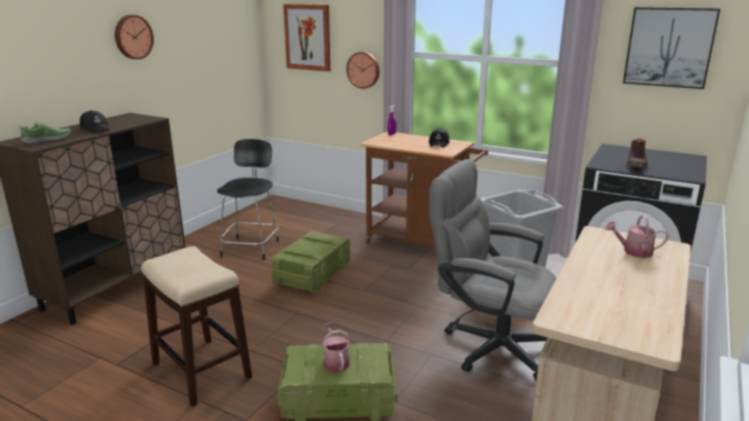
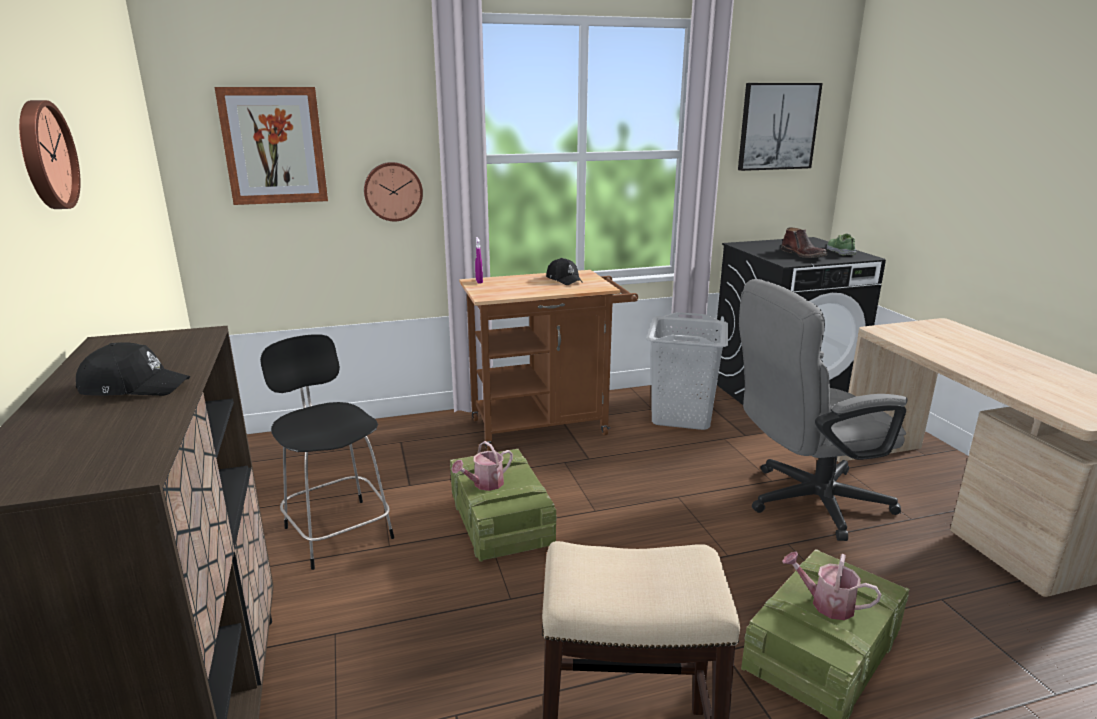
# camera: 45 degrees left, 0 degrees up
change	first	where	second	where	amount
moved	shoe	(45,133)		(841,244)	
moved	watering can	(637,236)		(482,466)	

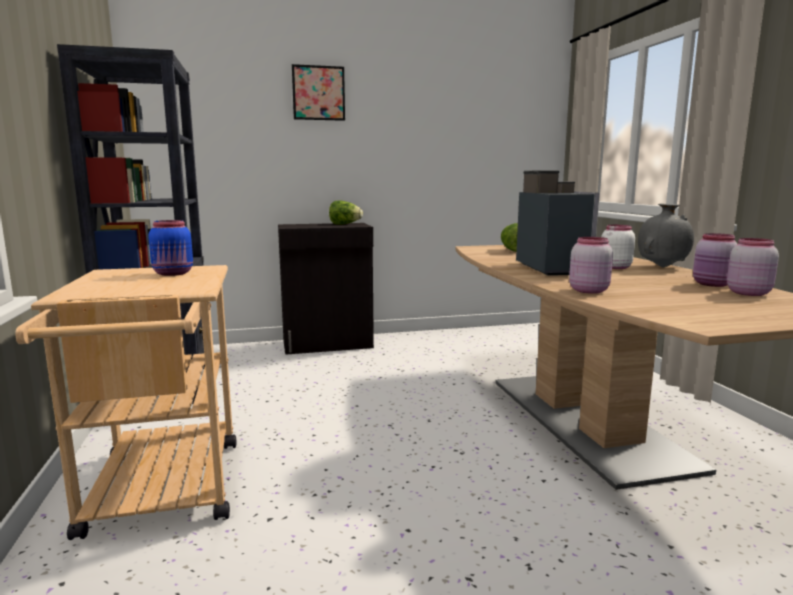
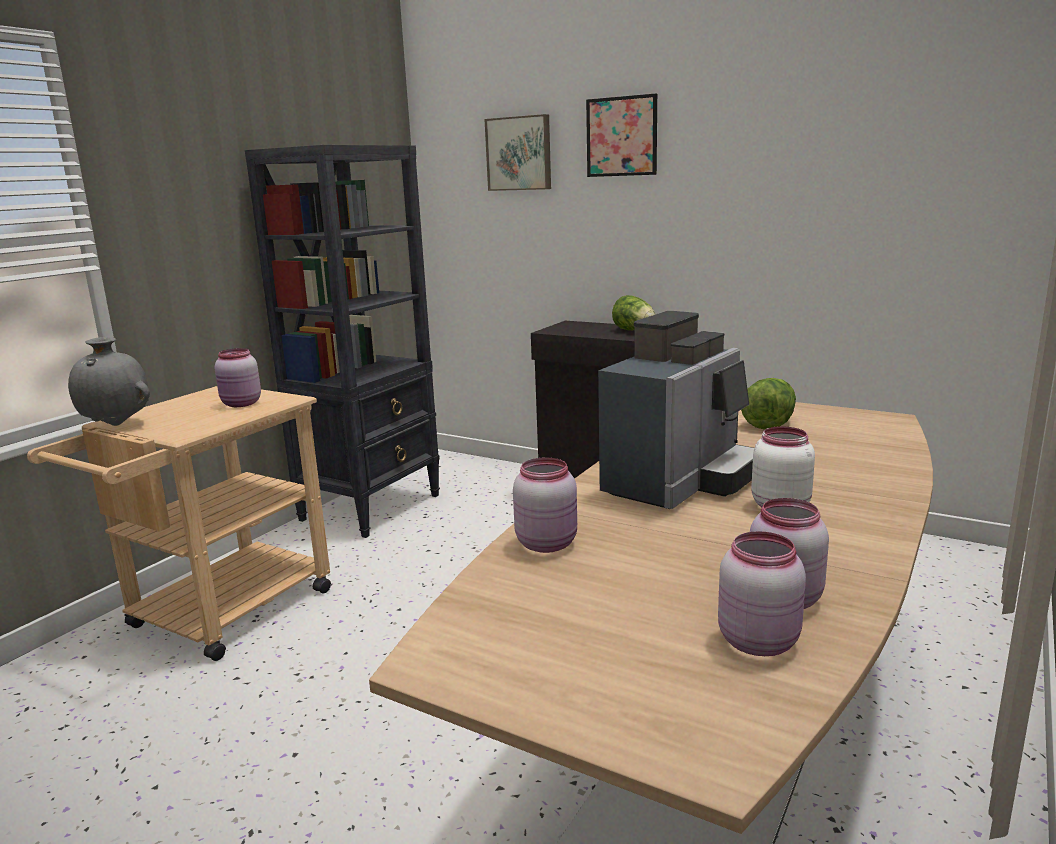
# camera: 45 degrees right, 5 degrees up
change	first	where	second	where	amount
recoloured	jar (blue)	(170,248)	jar (pink)	(238,377)	
moved	vase (grey)	(666,235)		(109,381)	
added			picture	(517,152)	

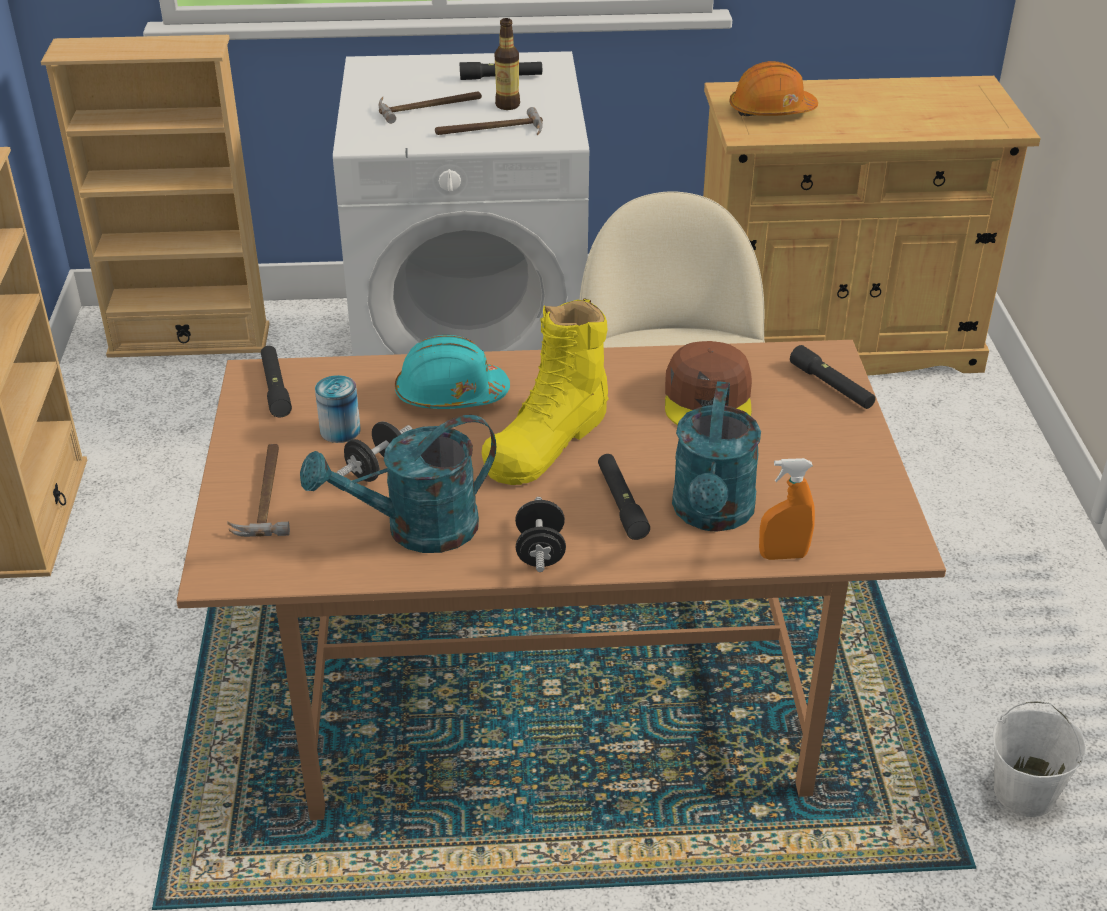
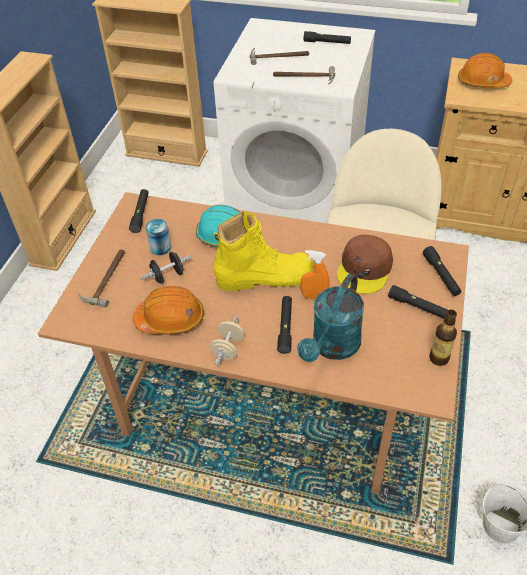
# camera: 20 degrees right, 10 degrees up
change	first	where	second	where	amount
replaced	watering can (turquoise)	(398,484)	hard hat (orange)	(168,310)	
turned	boot (yellow)	(545,391)		(263,251)	150 degrees counterclockwise
moved	bottle	(507,64)		(443,338)	
recoloured	dumbbell (black)	(540,534)	dumbbell (beige)	(227,341)	
moved	spray bottle (orange)	(787,509)		(315,275)	
added			flashlight (black)	(418,302)	

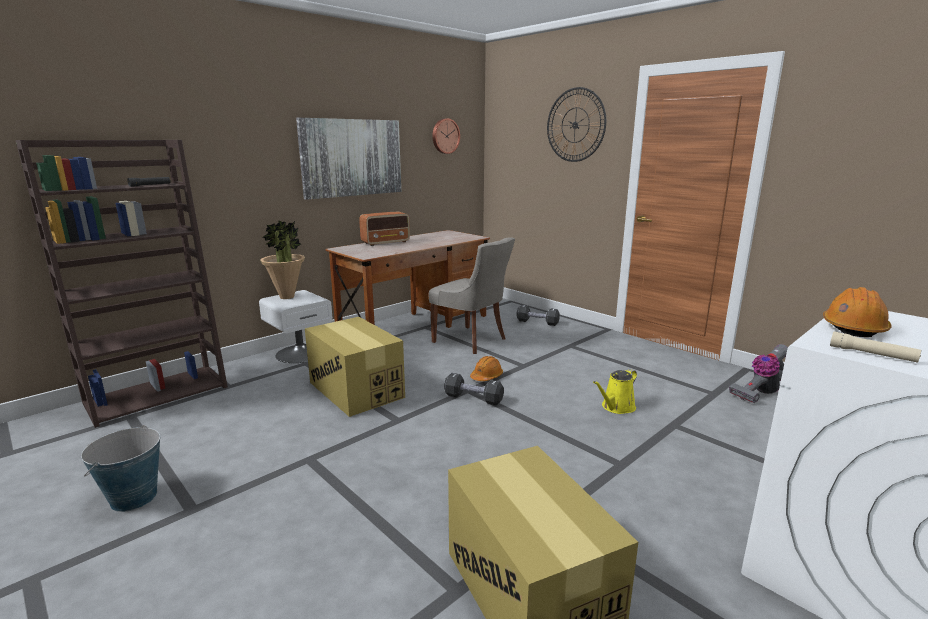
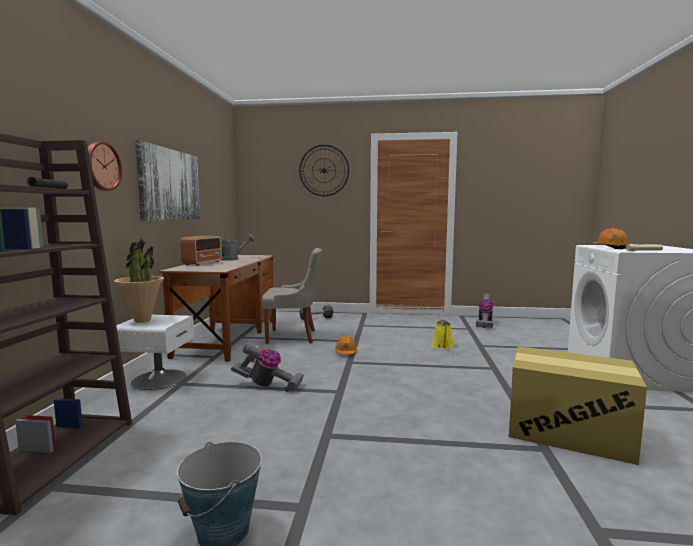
# camera: 40 degrees left, 10 degrees down
change	first	where	second	where	amount
replaced	cardboard box	(355,367)	vacuum cleaner	(267,367)	
moved	wall clock	(446,136)		(105,166)	
removed	dumbbell (black)	(474,389)			
added			watering can (grey)	(236,247)	

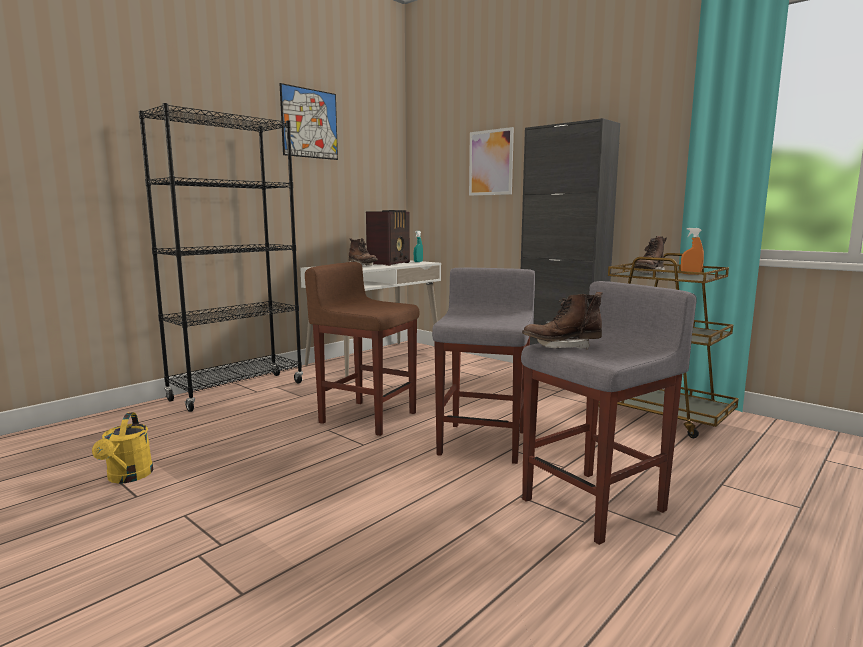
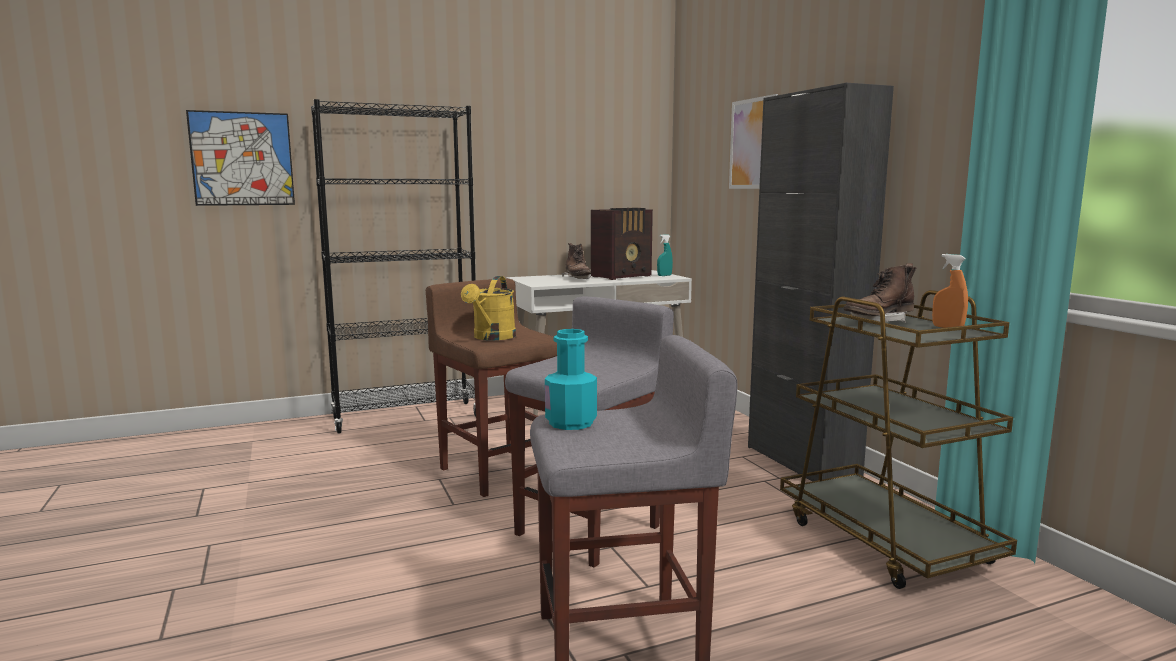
# camera: 25 degrees right, 0 degrees up
change	first	where	second	where	amount
moved	watering can (yellow)	(123,448)		(488,308)	
moved	picture	(309,121)		(240,158)	
replaced	boot (brown)	(562,320)	bottle (turquoise)	(571,379)	

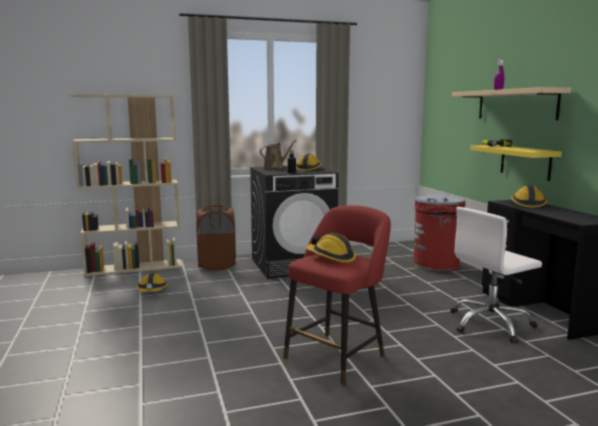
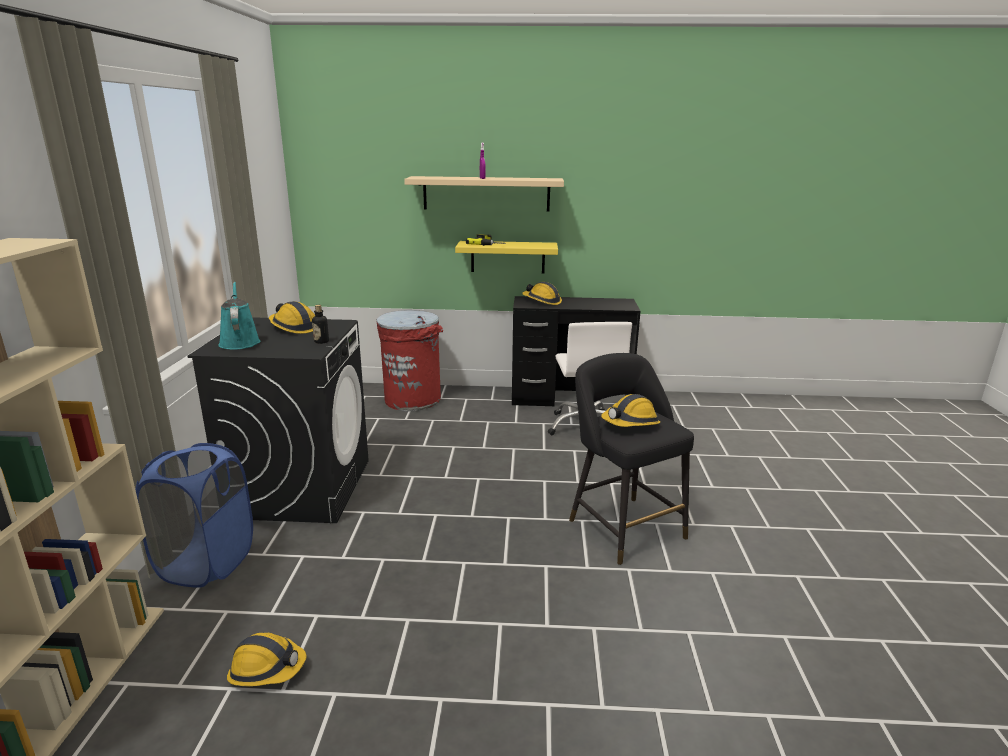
# camera: 70 degrees left, 10 degrees up
change	first	where	second	where	amount
recoloured	laundry basket (brown)	(216,238)	laundry basket (blue)	(194,515)	
recoloured	watering can (brown)	(278,154)	watering can (turquoise)	(239,316)	
recoloured	stool (red)	(337,294)	stool (black)	(631,459)	

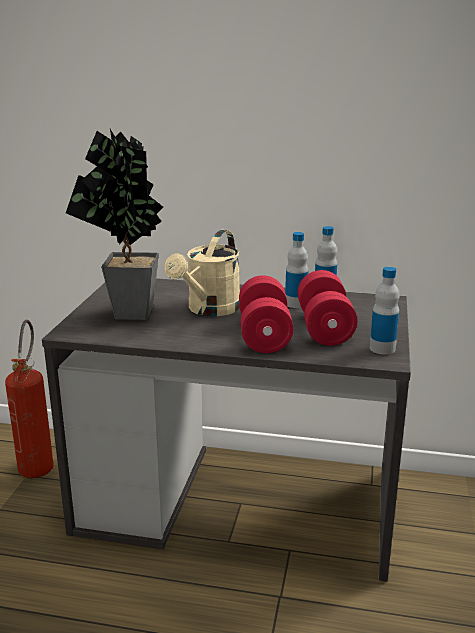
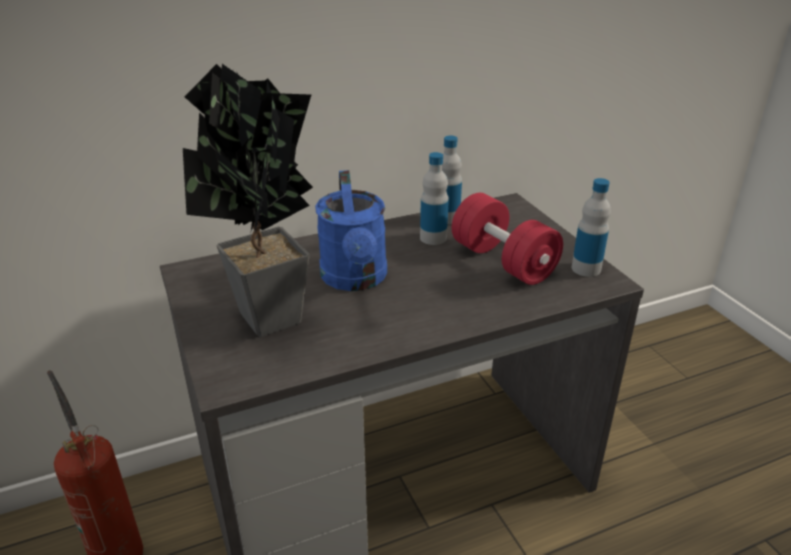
# camera: 35 degrees left, 10 degrees up
change	first	where	second	where	amount
recoloured	watering can (beige)	(202,273)	watering can (blue)	(351,230)	
removed	dumbbell (red)	(266,314)			

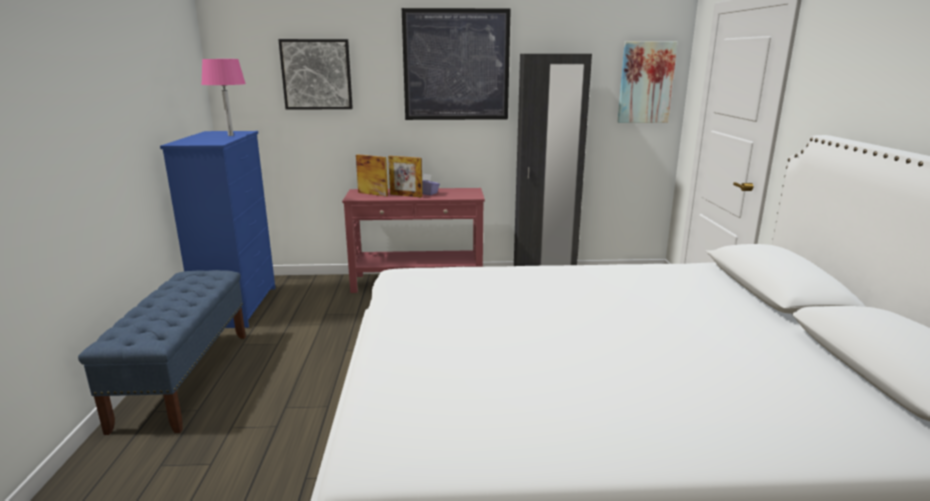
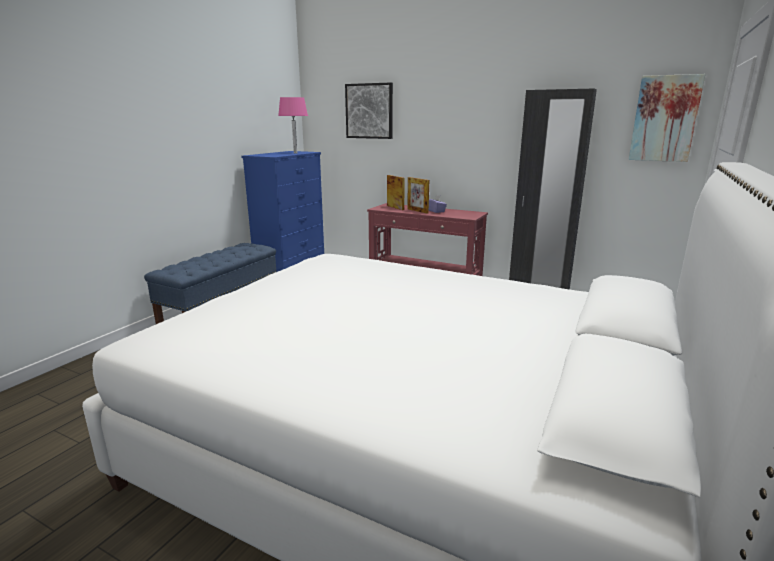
# camera: 30 degrees right, 0 degrees up
change	first	where	second	where	amount
removed	picture	(456,64)			

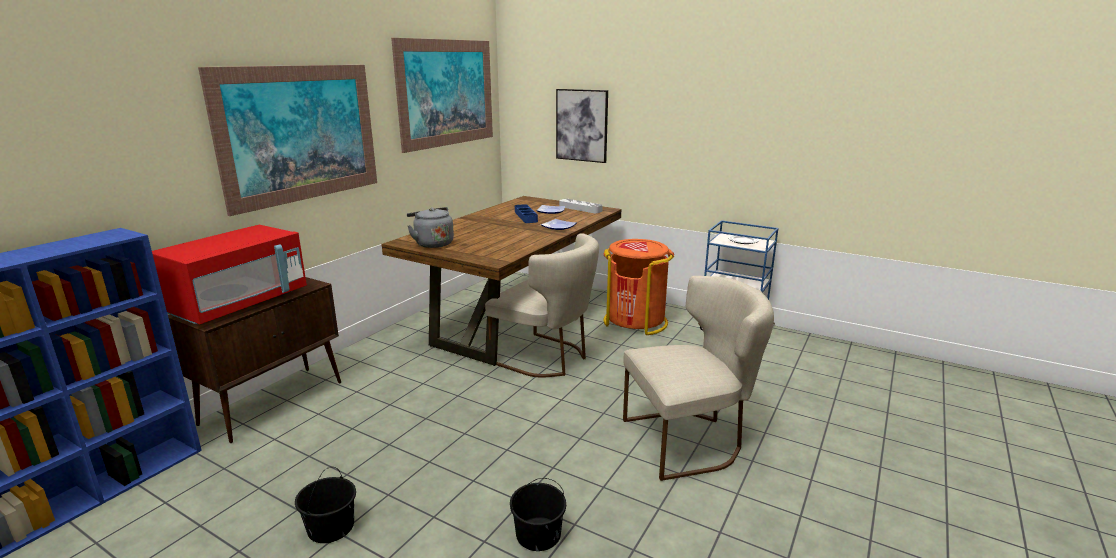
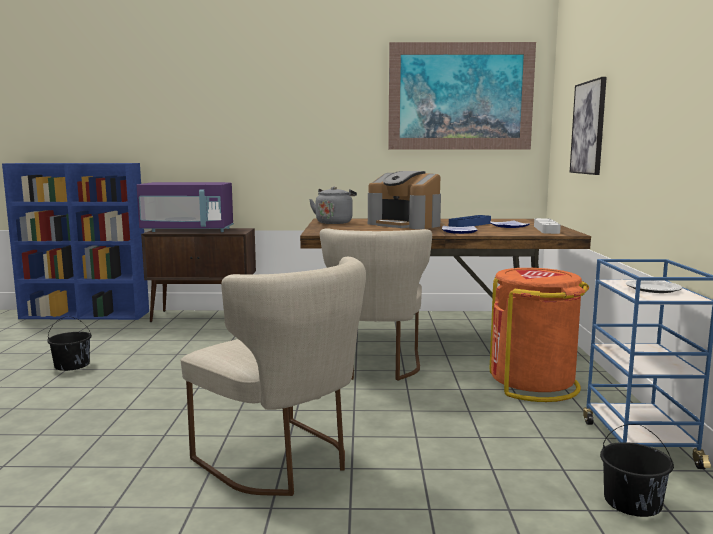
# camera: 60 degrees right, 10 degrees down
change	first	where	second	where	amount
recoloured	microwave (red)	(229,274)	microwave (purple)	(185,207)	
removed	picture	(287,140)			
moved	bucket (black)	(538,514)		(637,470)	
added			coffee machine	(404,200)	

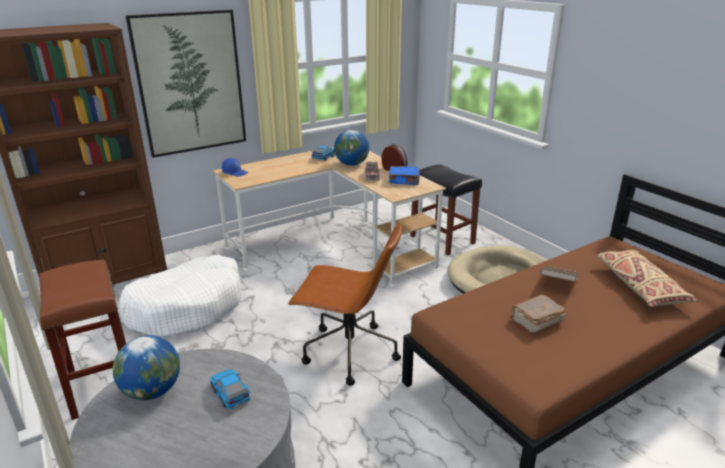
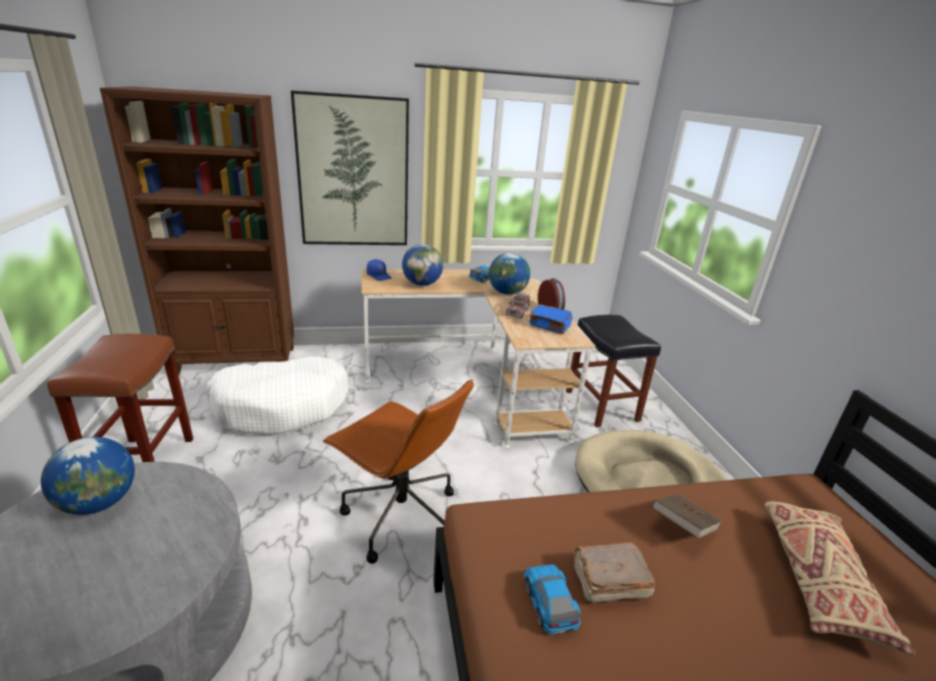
# camera: 20 degrees right, 0 degrees up
change	first	where	second	where	amount
moved	toy car	(230,389)		(552,599)	
added			globe	(422,265)	

